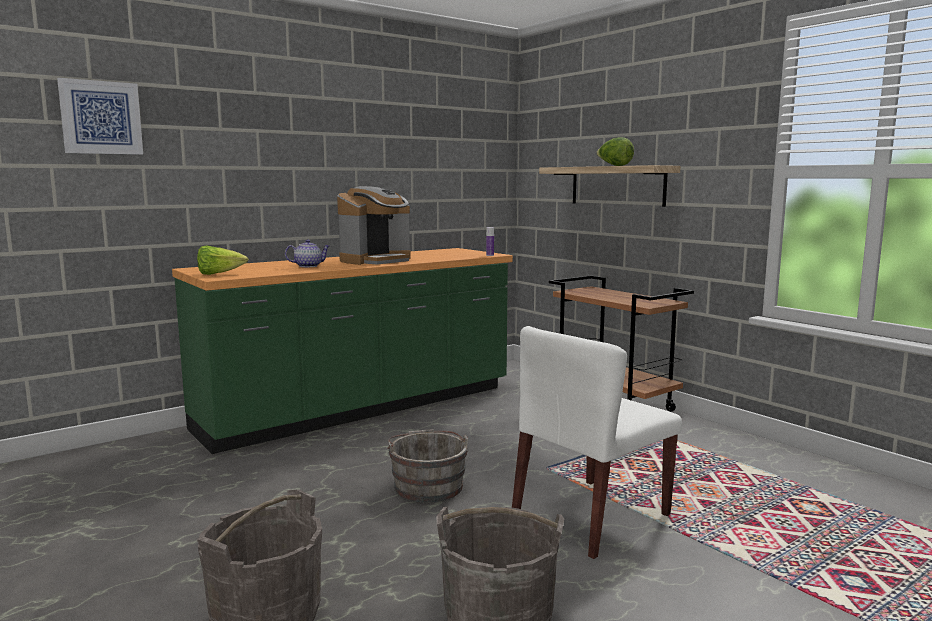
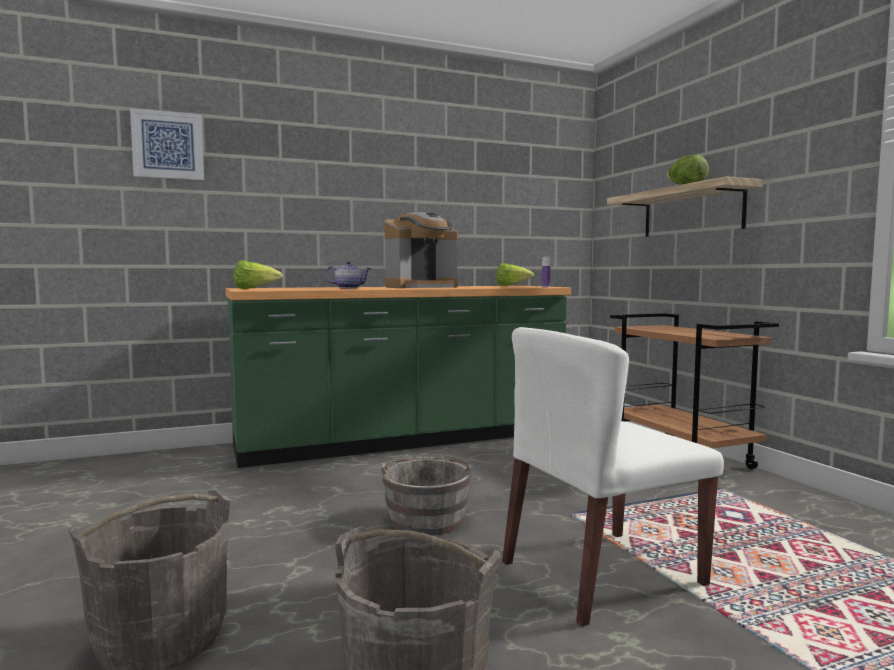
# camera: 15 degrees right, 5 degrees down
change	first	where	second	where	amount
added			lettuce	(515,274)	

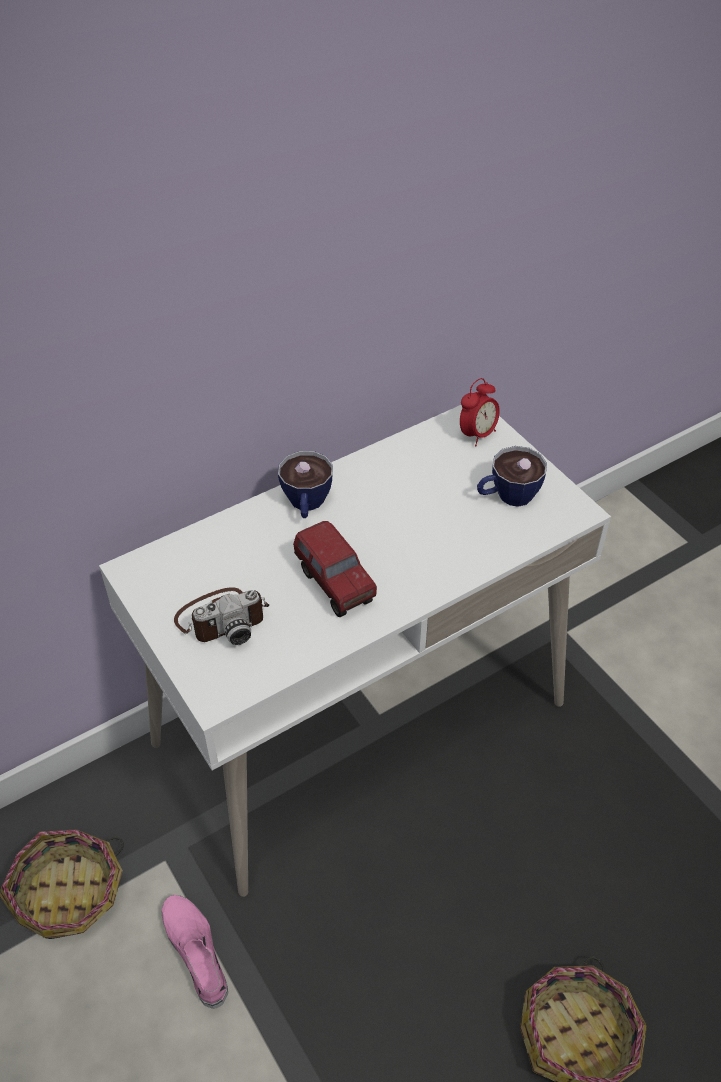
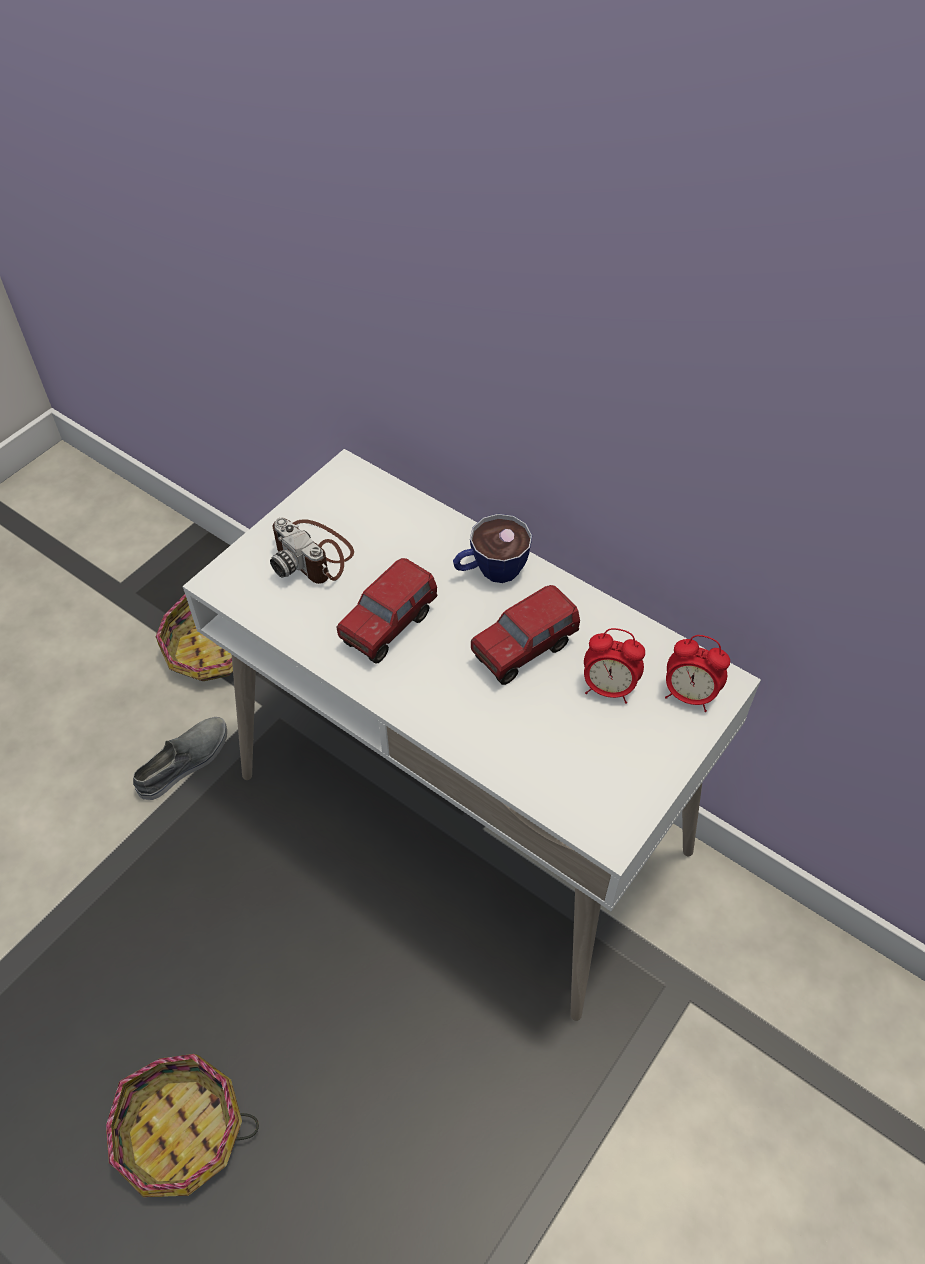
# camera: 70 degrees right, 5 degrees up
change	first	where	second	where	amount
recoloured	shoe (pink)	(194,952)	shoe (grey)	(180,758)	
removed	cup	(512,476)			
added			toy truck	(525,635)	
added			alarm clock	(614,666)	

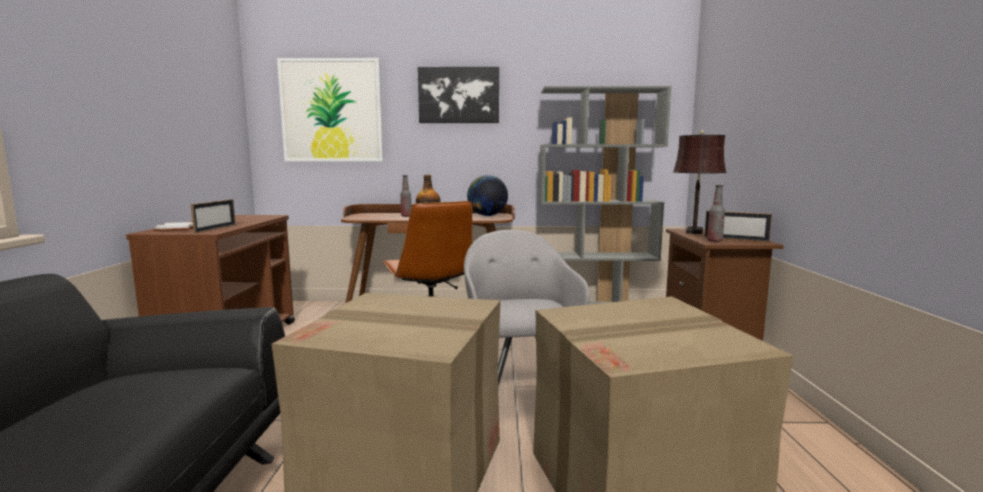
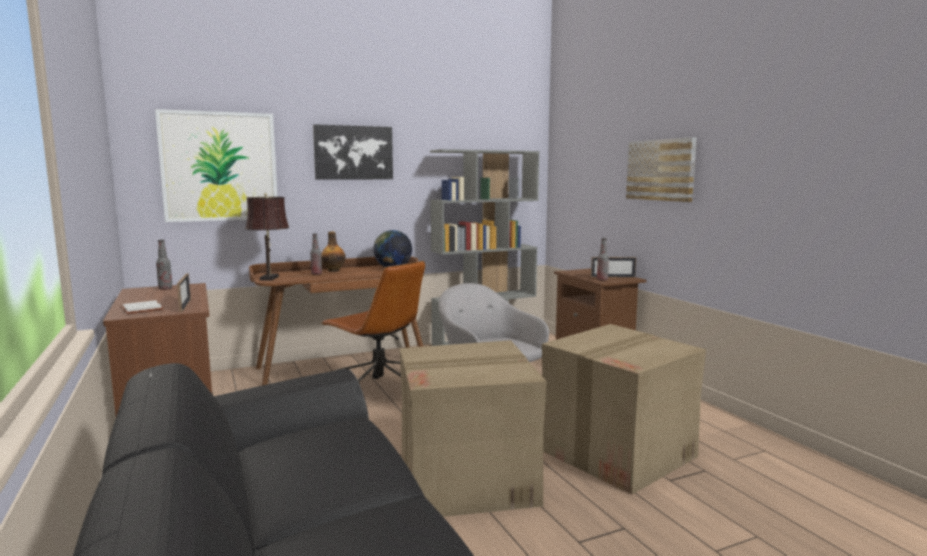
# camera: 25 degrees left, 0 degrees up
change	first	where	second	where	amount
moved	table lamp (brown)	(700,182)		(267,237)	
added			bottle	(164,265)	
added			picture	(661,169)	

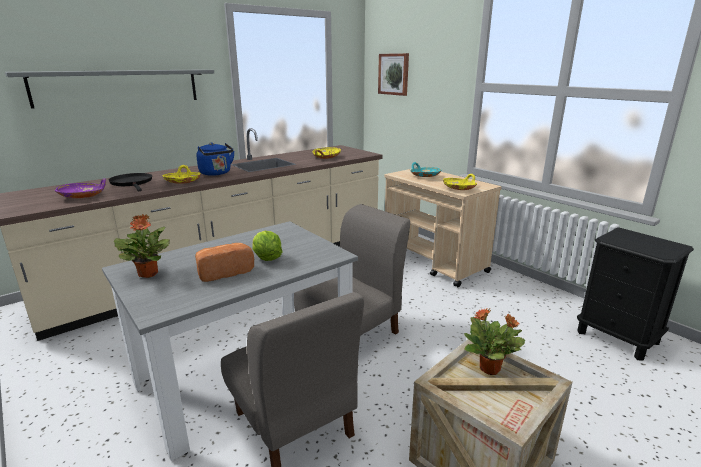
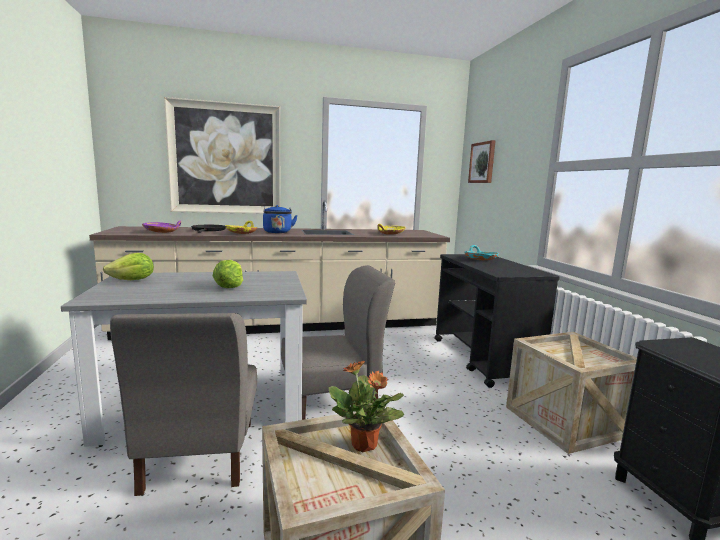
# camera: 25 degrees right, 10 degrees down
change	first	where	second	where	amount
replaced	shelf (grey)	(109,89)	picture	(222,155)	
replaced	potted plant	(142,246)	lettuce	(128,266)	
removed	bread	(224,262)			
recoloured	cart (beige)	(443,227)	cart (black)	(497,321)	
removed	bowl (yellow)	(460,182)			
added			crate	(571,393)	

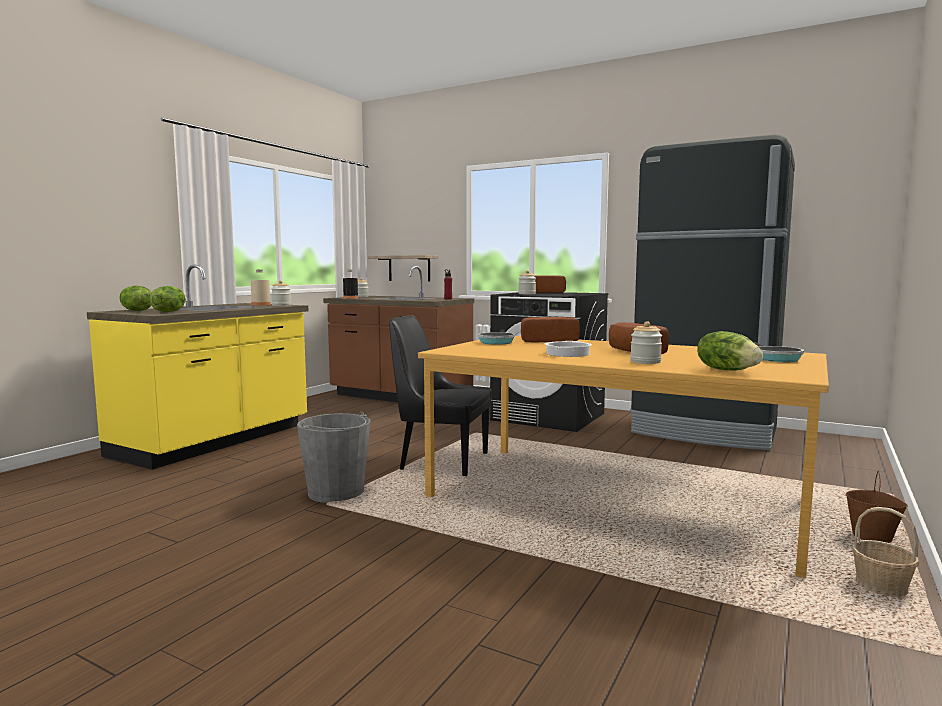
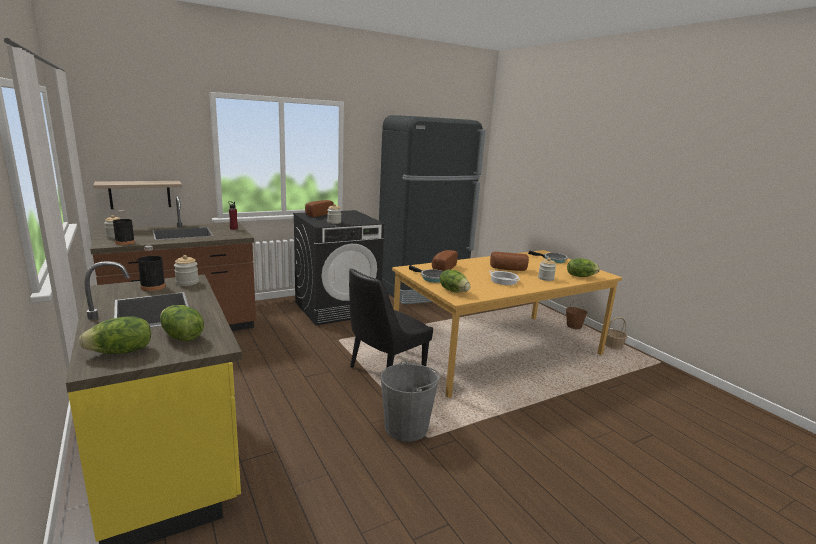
# camera: 60 degrees left, 10 degrees up
change	first	where	second	where	amount
recoloured	bottle (beige)	(261,288)	bottle (black)	(151,268)	
added			lettuce	(455,281)	

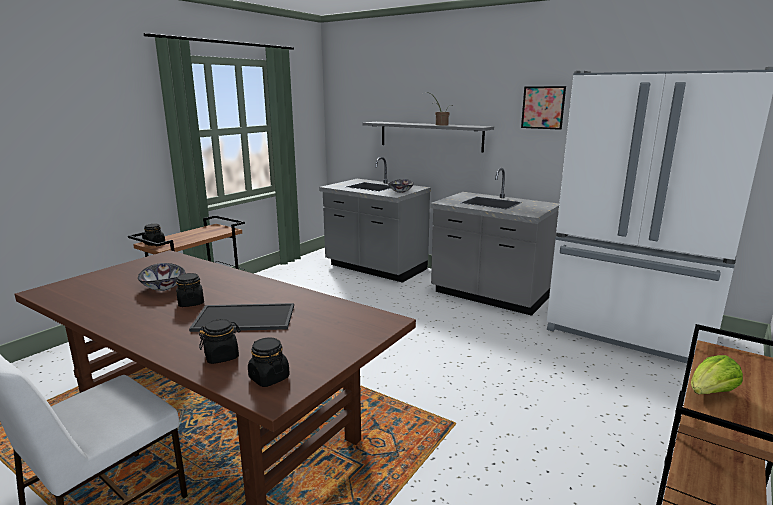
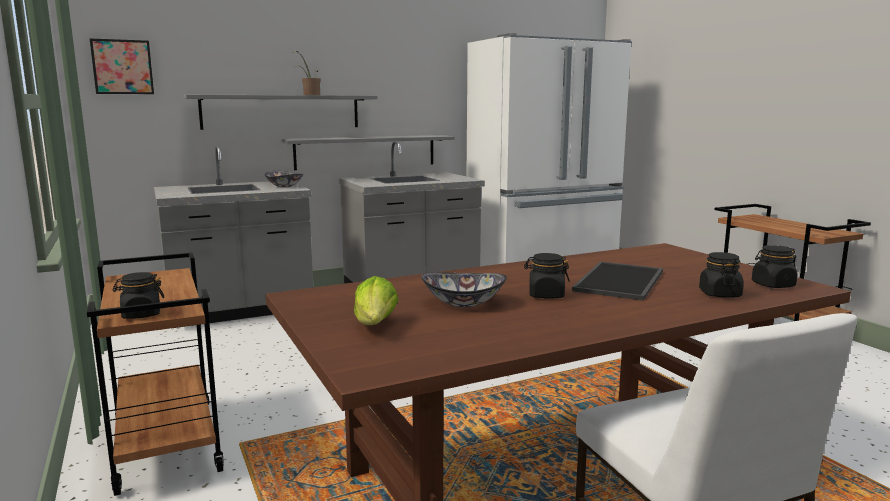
# camera: 60 degrees left, 5 degrees down
change	first	where	second	where	amount
moved	picture	(543,108)		(122,66)	
moved	lettuce	(717,374)		(376,300)	
added			shelf (grey)	(367,152)	

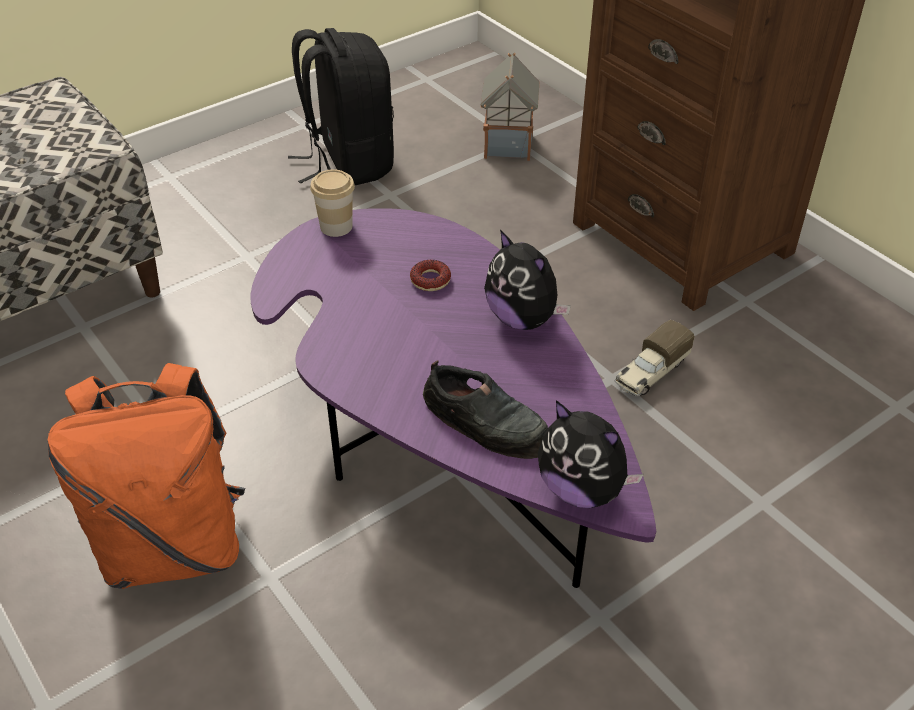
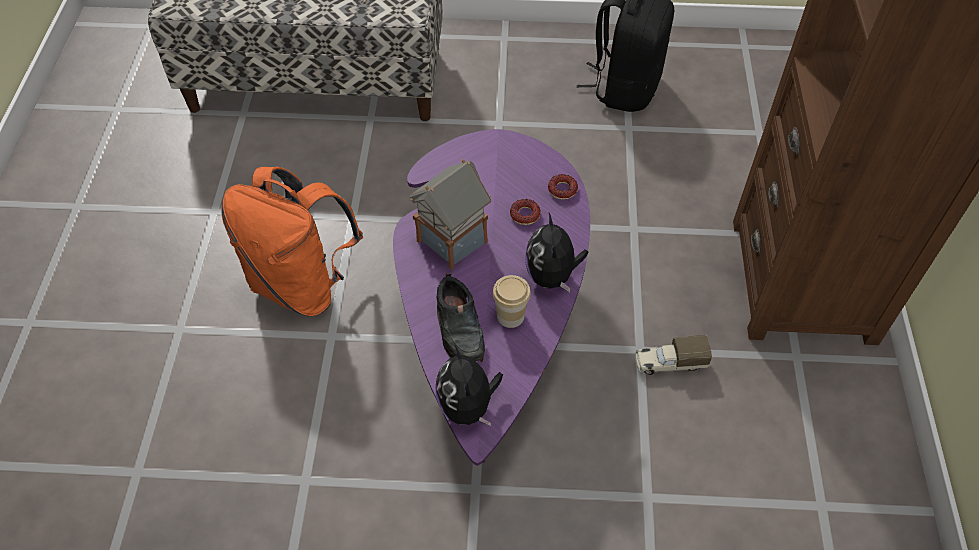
# camera: 40 degrees right, 10 degrees up
change	first	where	second	where	amount
moved	cup	(332,203)		(512,301)	
moved	toy house	(509,107)		(450,214)	
added			donut	(563,187)	

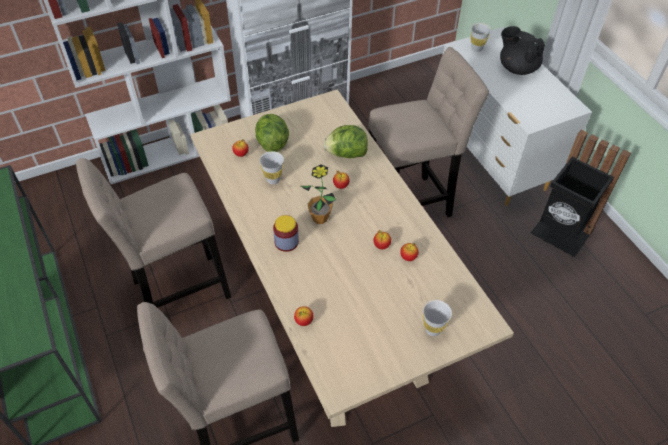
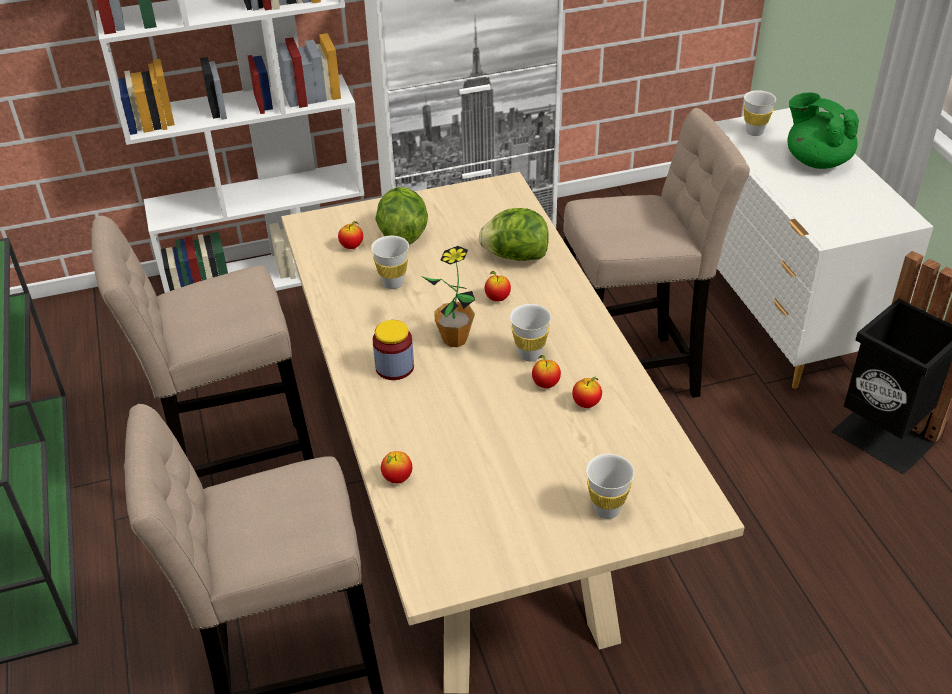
# camera: 10 degrees right, 10 degrees down
change	first	where	second	where	amount
recoloured	teapot (black)	(522,50)	teapot (green)	(823,130)	
added			cup (white)	(530,332)	

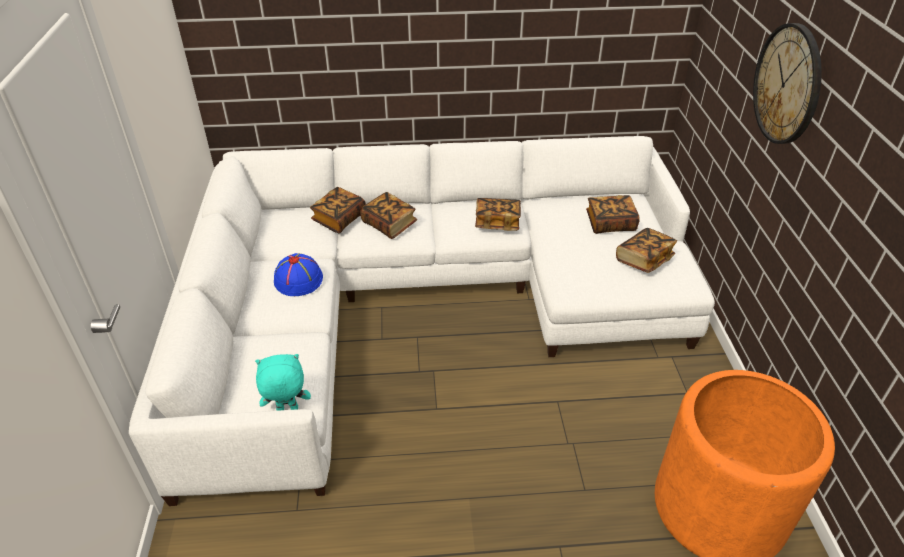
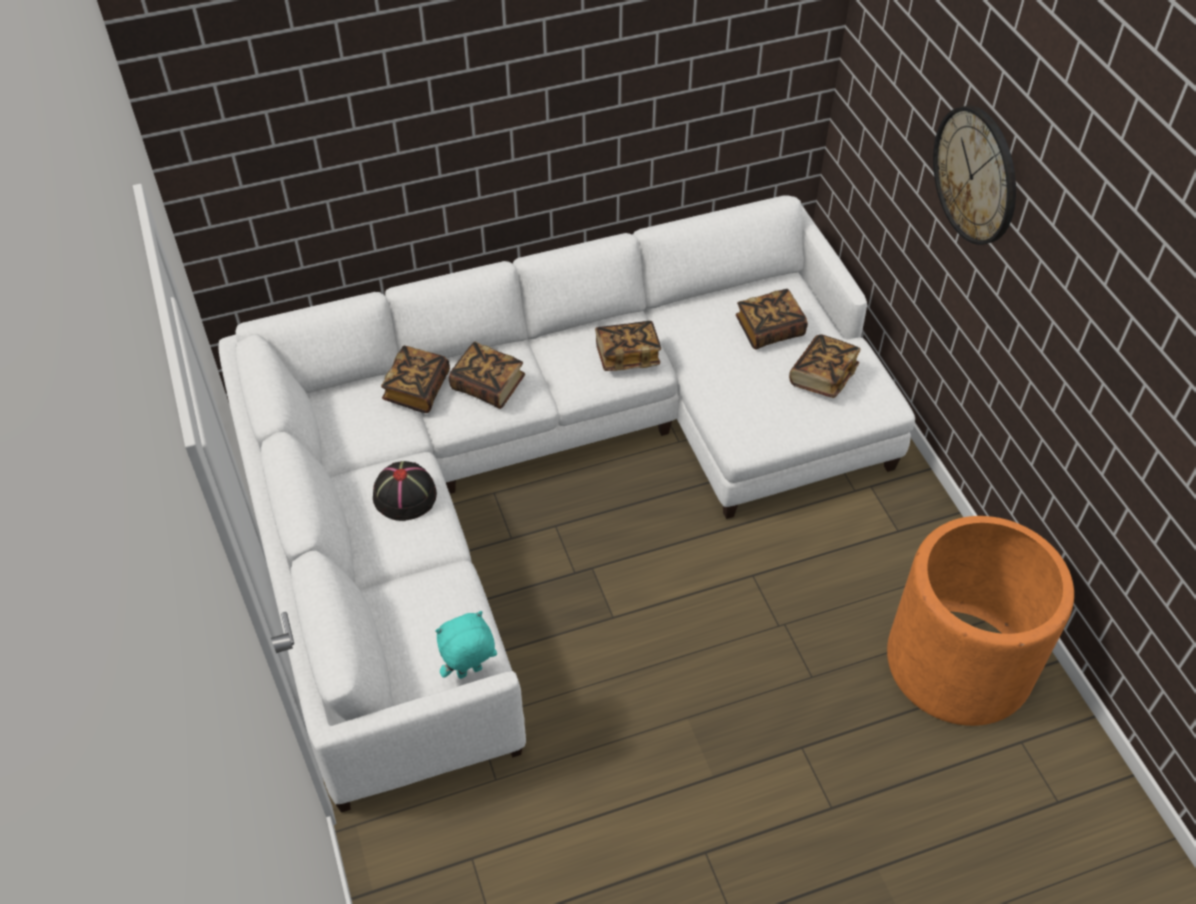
# camera: 15 degrees left, 10 degrees up
change	first	where	second	where	amount
recoloured	hat (blue)	(298,274)	hat (black)	(405,491)	

